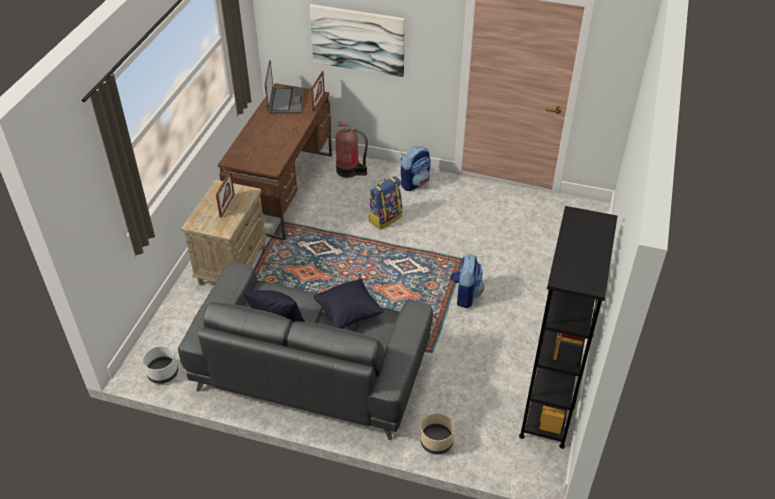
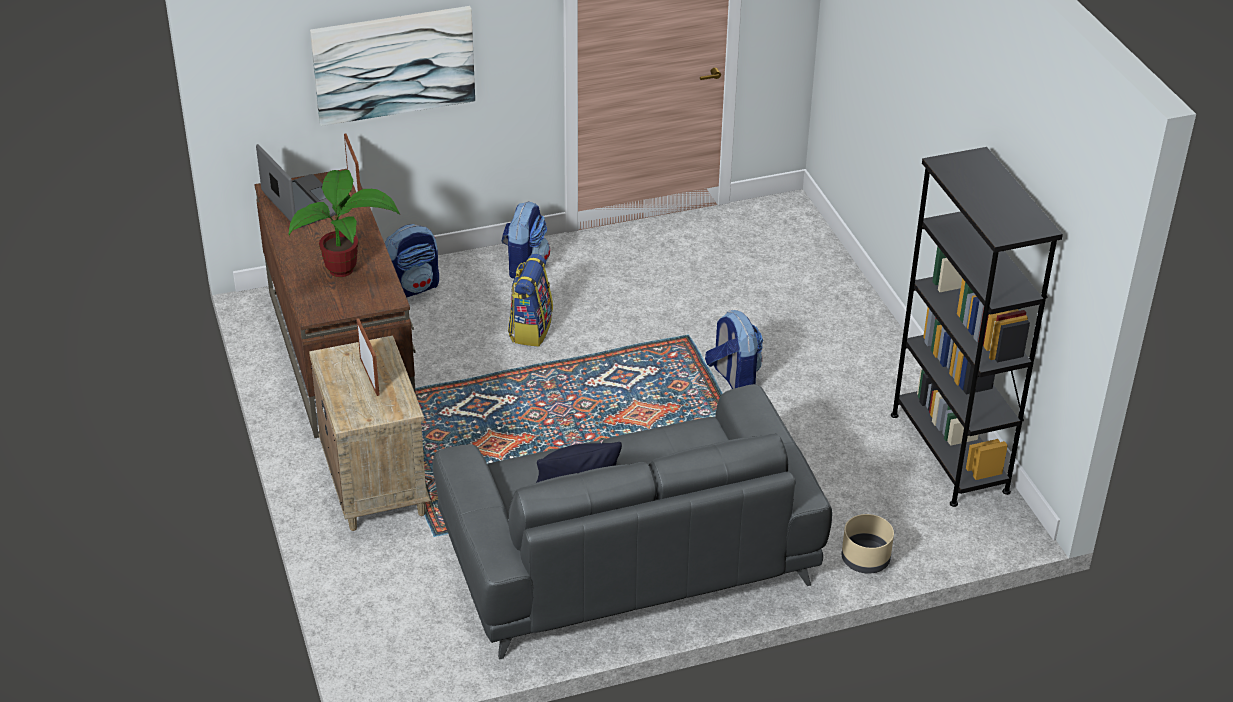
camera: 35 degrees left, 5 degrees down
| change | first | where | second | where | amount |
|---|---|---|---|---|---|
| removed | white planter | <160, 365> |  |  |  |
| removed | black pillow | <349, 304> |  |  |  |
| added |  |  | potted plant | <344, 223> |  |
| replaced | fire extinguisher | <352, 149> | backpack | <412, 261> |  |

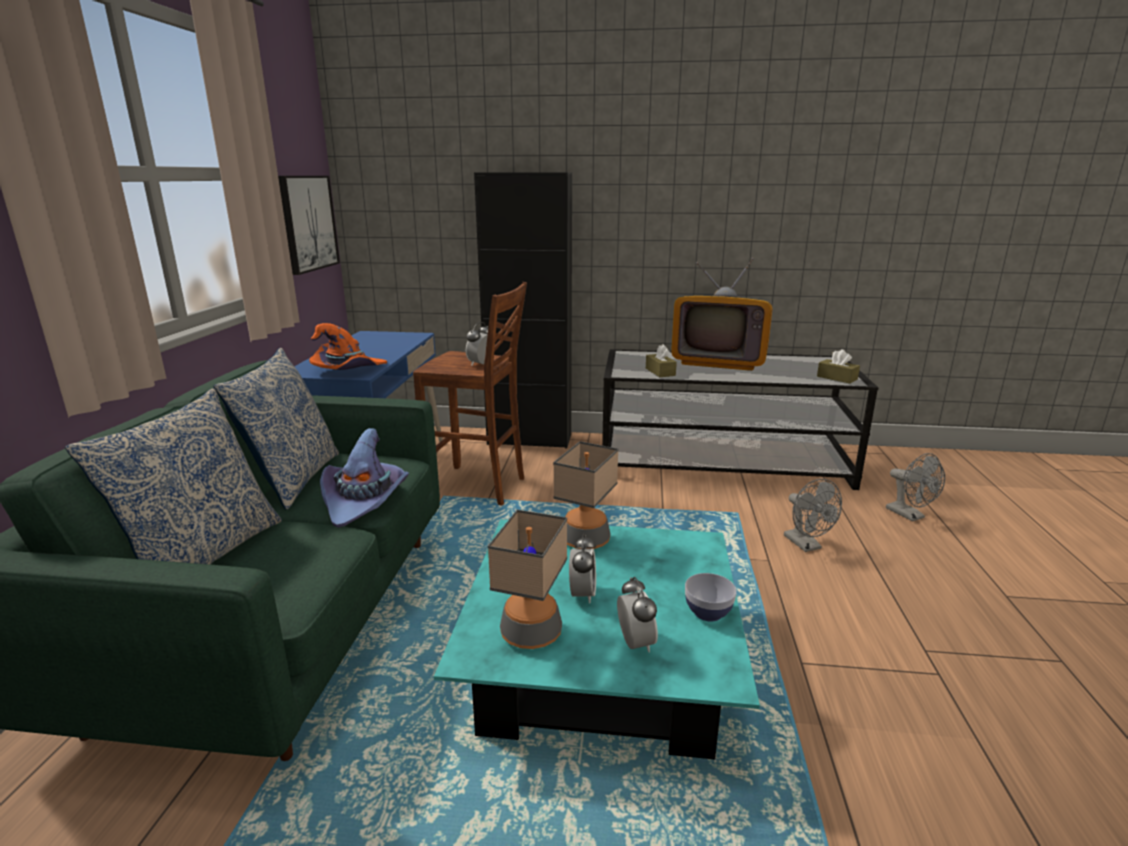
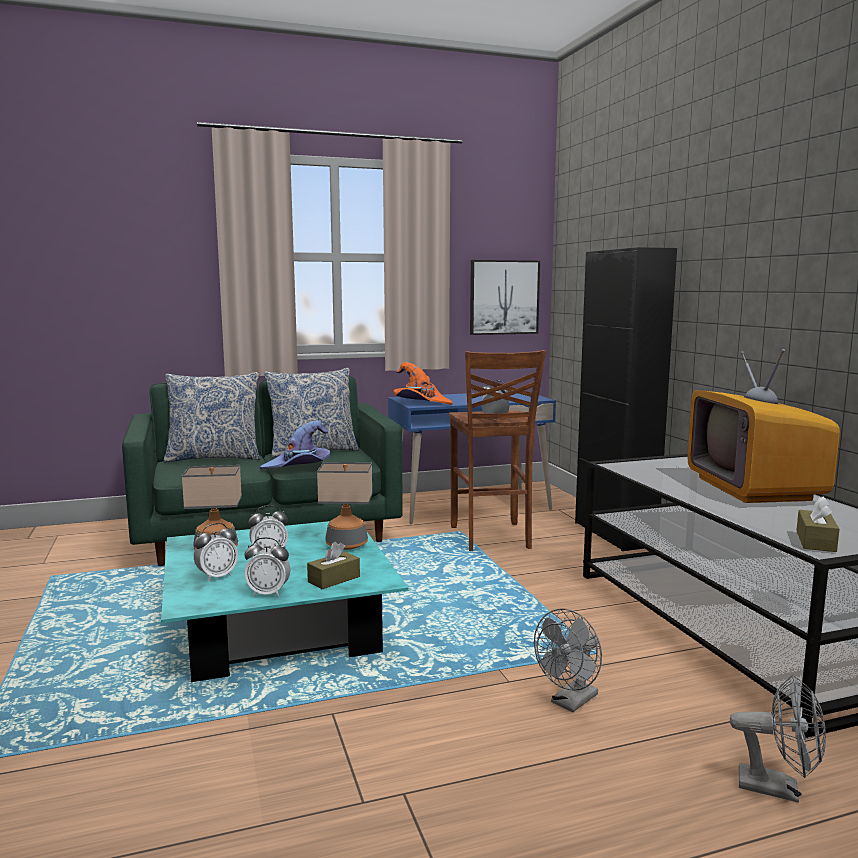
camera: 65 degrees right, 10 degrees down
| change | first | where | second | where | amount |
|---|---|---|---|---|---|
| moved | brown tissue box | <661, 361> |  | <333, 565> |  |
| replaced | bowl | <711, 597> | alarm clock | <267, 567> |  |
| turned | grey fan | <915, 487> |  | <778, 738> | 105 degrees counterclockwise |

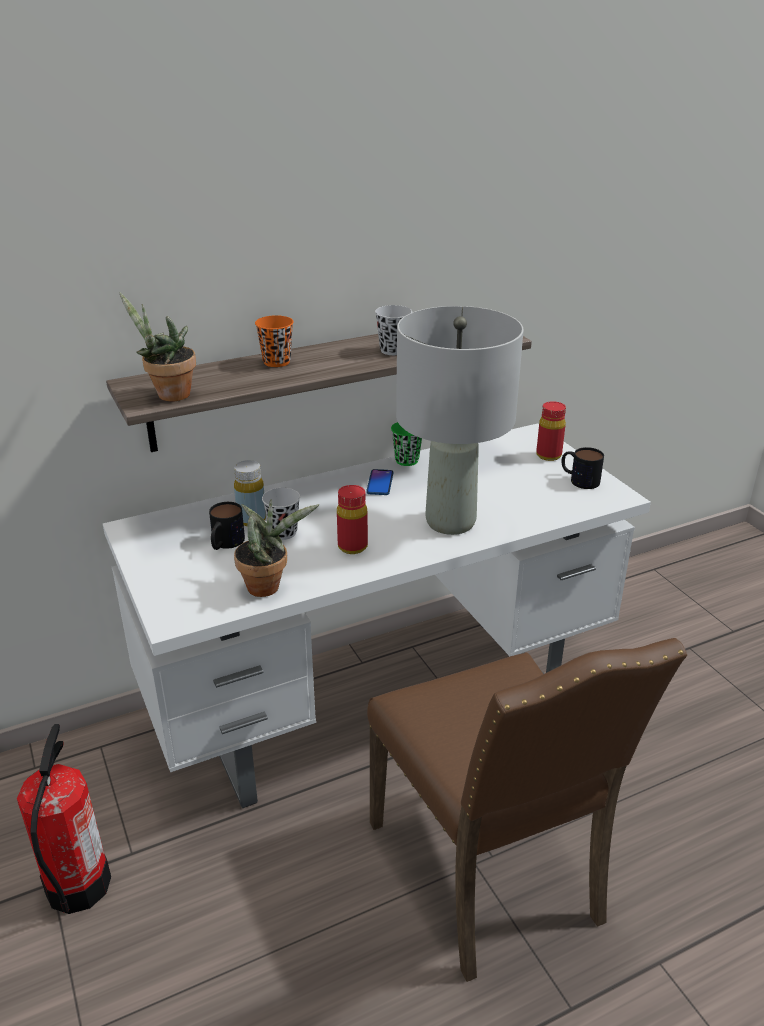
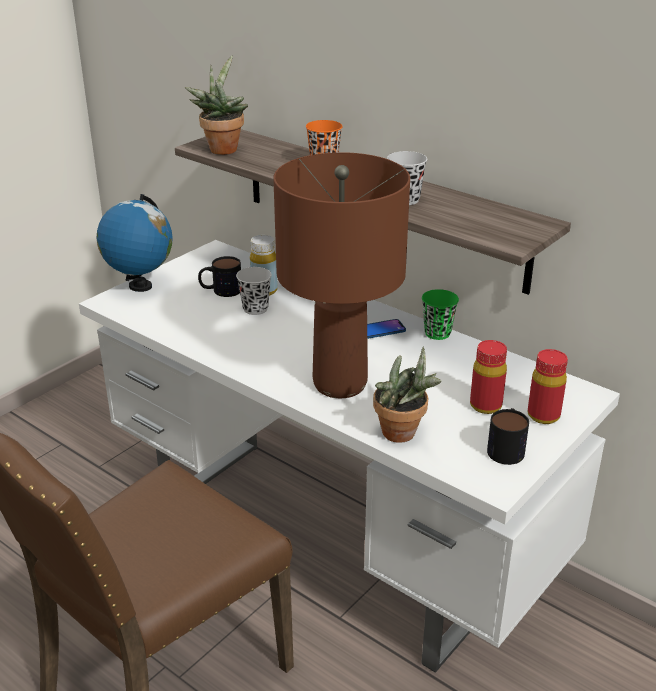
camera: 65 degrees right, 0 degrees up
| change | first | where | second | where | amount |
|---|---|---|---|---|---|
| removed | fire extinguisher | <64, 819> |  |  |  |
| added |  |  | globe | <135, 243> |  |
| moved | potted plant | <276, 548> |  | <407, 395> |  |
| moved | red bottle | <352, 519> |  | <488, 377> |  |
| recoloured | grey table lamp | <460, 420> | brown table lamp | <341, 275> |  |

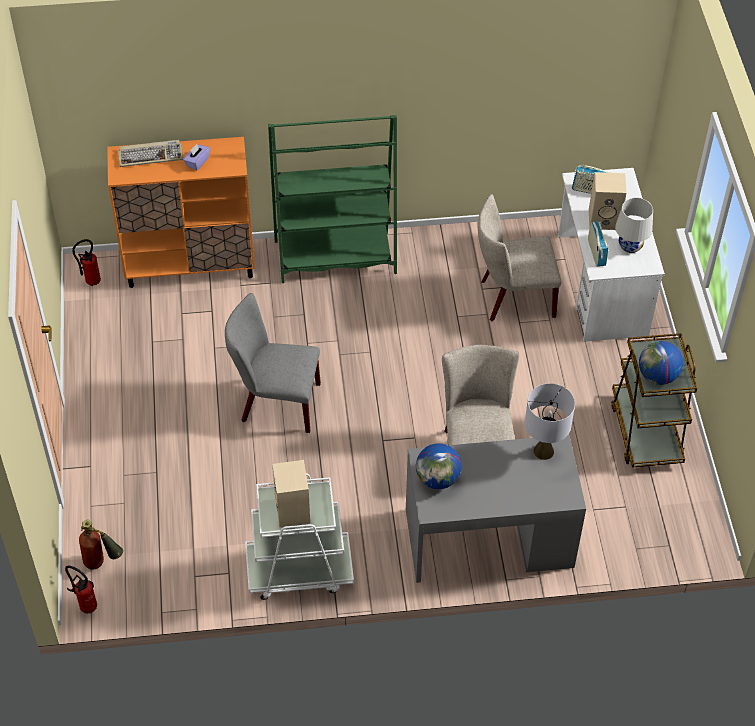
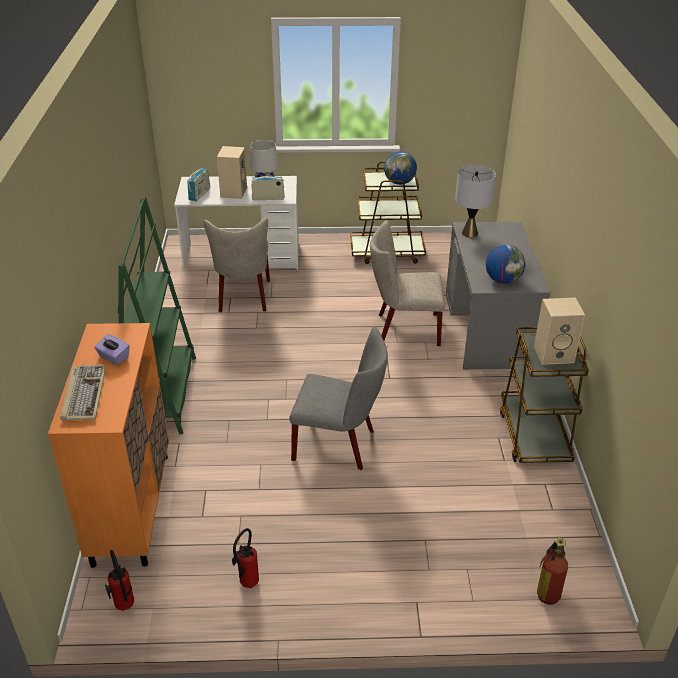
camera: 85 degrees left, 15 degrees down
| change | first | where | second | where | amount |
|---|---|---|---|---|---|
| moved | fire extinguisher | <81, 589> |  | <245, 558> |  |
| recoloured | white cart | <299, 536> | brown cart | <544, 395> |  |
| turned | grey chair | <273, 363> |  | <339, 398> | 90 degrees counterclockwise |

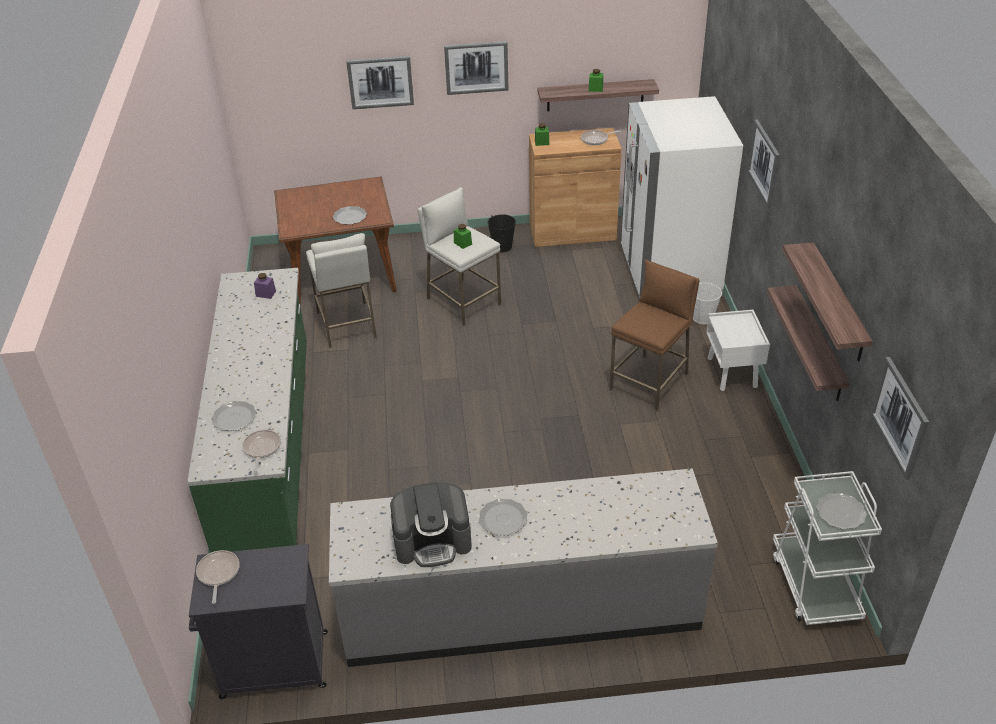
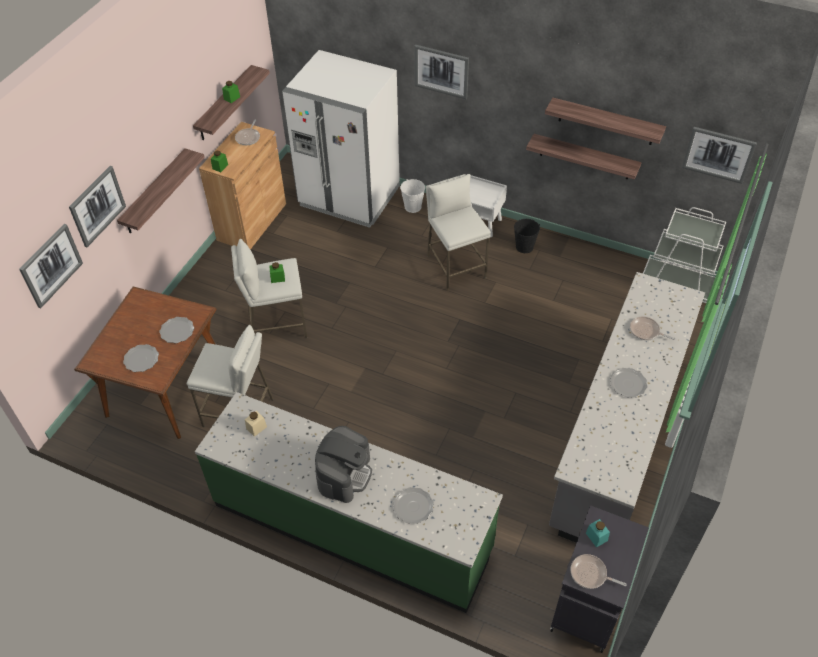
camera: 60 degrees left, 10 degrees up
| change | first | where | second | where | amount |
|---|---|---|---|---|---|
| added |  |  | shelf | <161, 190> |  |
| added |  |  | turquoise jar | <598, 533> |  |
| moved | frying pan | <261, 451> |  | <652, 328> |  |
| moved | coffee machine | <431, 524> |  | <343, 464> |  |
| moved | picture | <476, 68> |  | <51, 265> |  |
| moved | black bucket | <501, 233> |  | <527, 236> |  |
| moved | plate | <841, 511> |  | <141, 358> |  |
| recoloured | purple jar | <265, 286> | beige jar | <256, 424> |  |
| recoloured | brown stool | <655, 335> | white stool | <458, 232> |  |

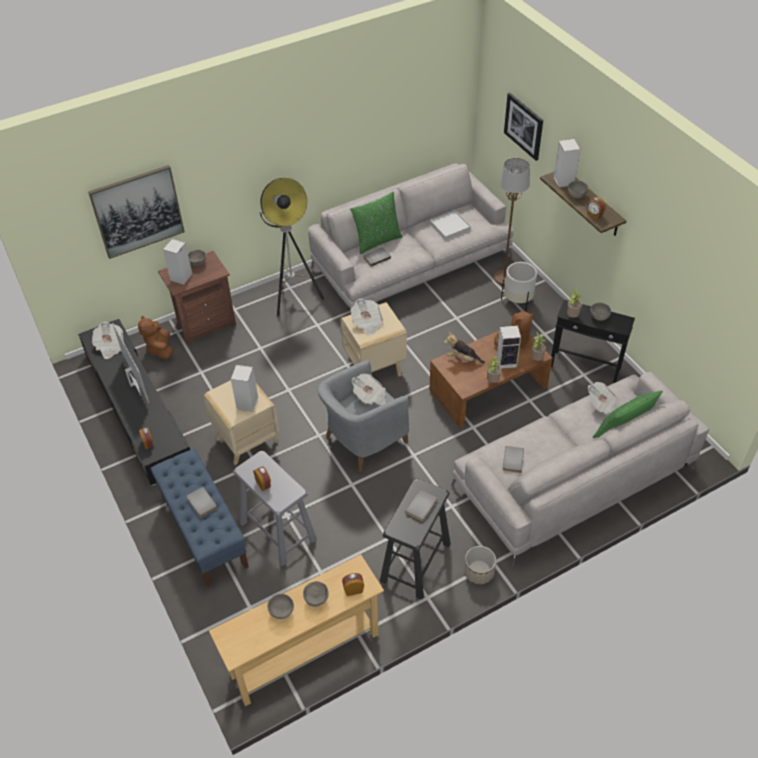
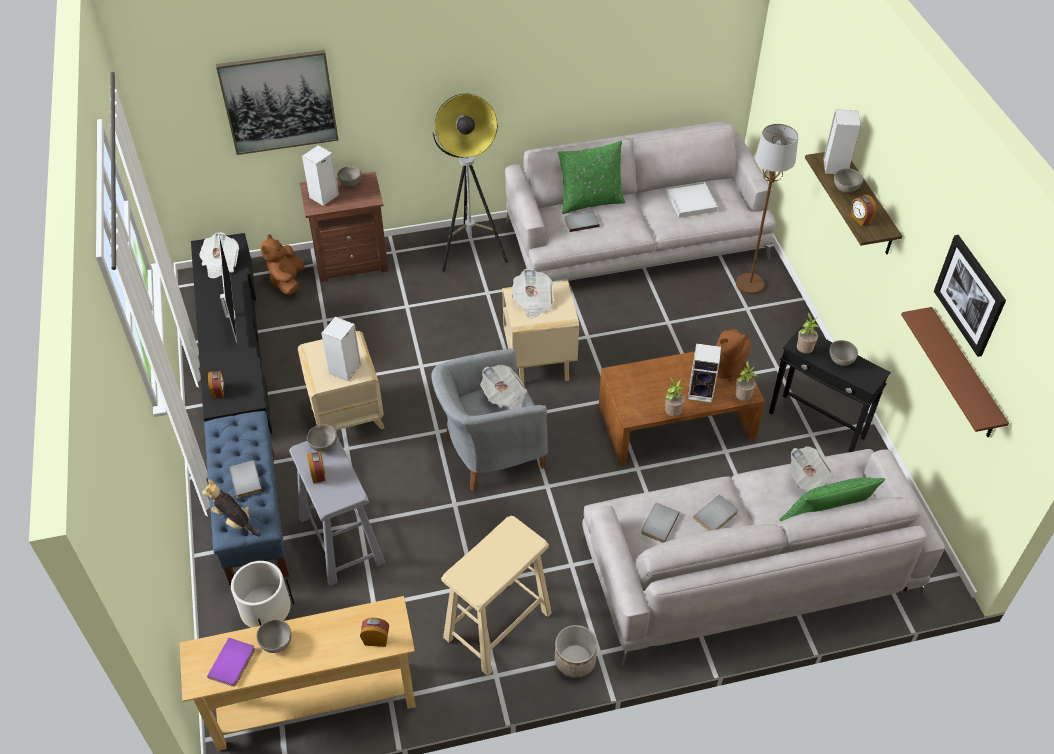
camera: 15 degrees right, 0 degrees up
| change | first | where | second | where | amount |
|---|---|---|---|---|---|
| added |  |  | purple book | <231, 662> |  |
| added |  |  | brown shelf | <955, 372> |  |
| moved | grey bowl | <316, 594> |  | <322, 438> |  |
| moved | grey book | <421, 505> |  | <715, 513> |  |
| moved | plush toy | <464, 348> |  | <231, 508> |  |
| moved | white planter | <519, 287> |  | <262, 594> |  |
| moved | picture | <523, 127> |  | <970, 296> |  |
| recoloured | black stool | <415, 539> | beige stool | <496, 596> |  |

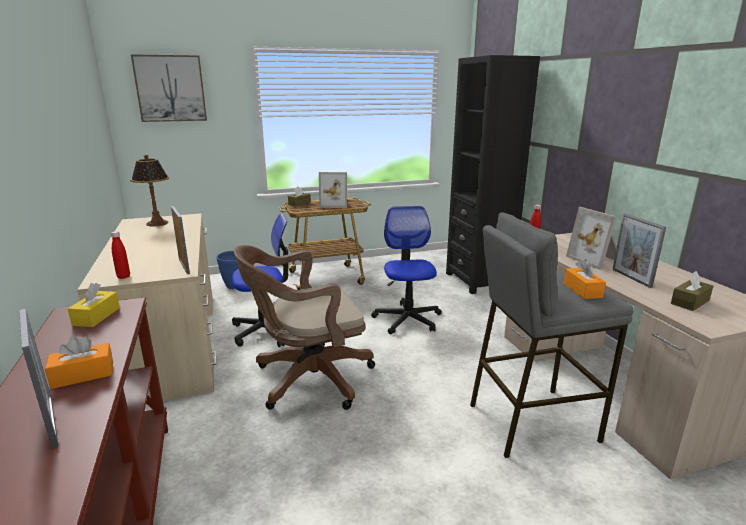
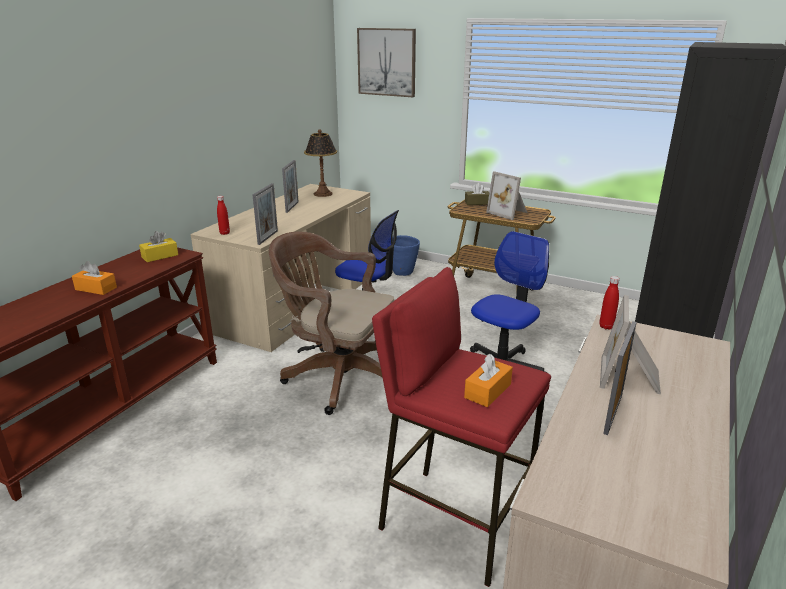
camera: 45 degrees right, 5 degrees up
| change | first | where | second | where | amount |
|---|---|---|---|---|---|
| removed | brown tissue box | <692, 291> |  |  |  |
| moved | picture frame | <39, 378> |  | <290, 186> |  |
| recoloured | grey stool | <552, 335> | red stool | <461, 427> |  |

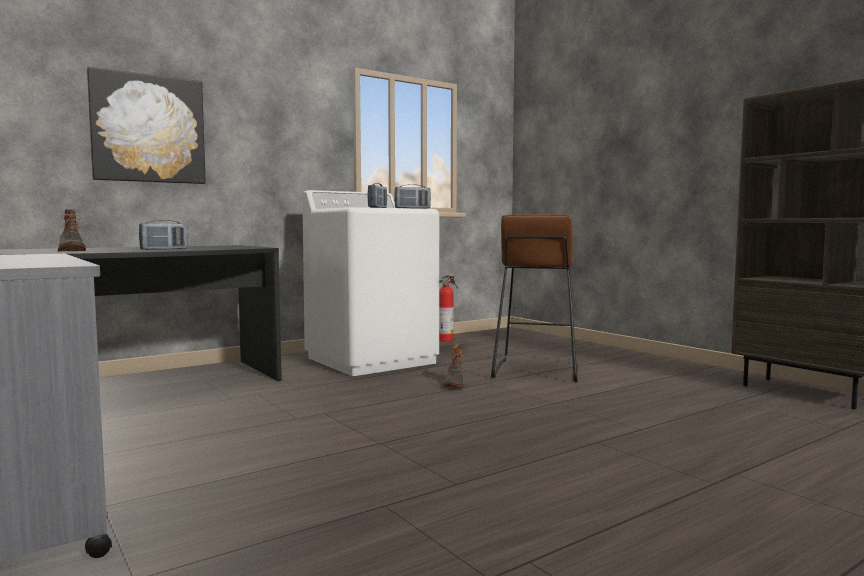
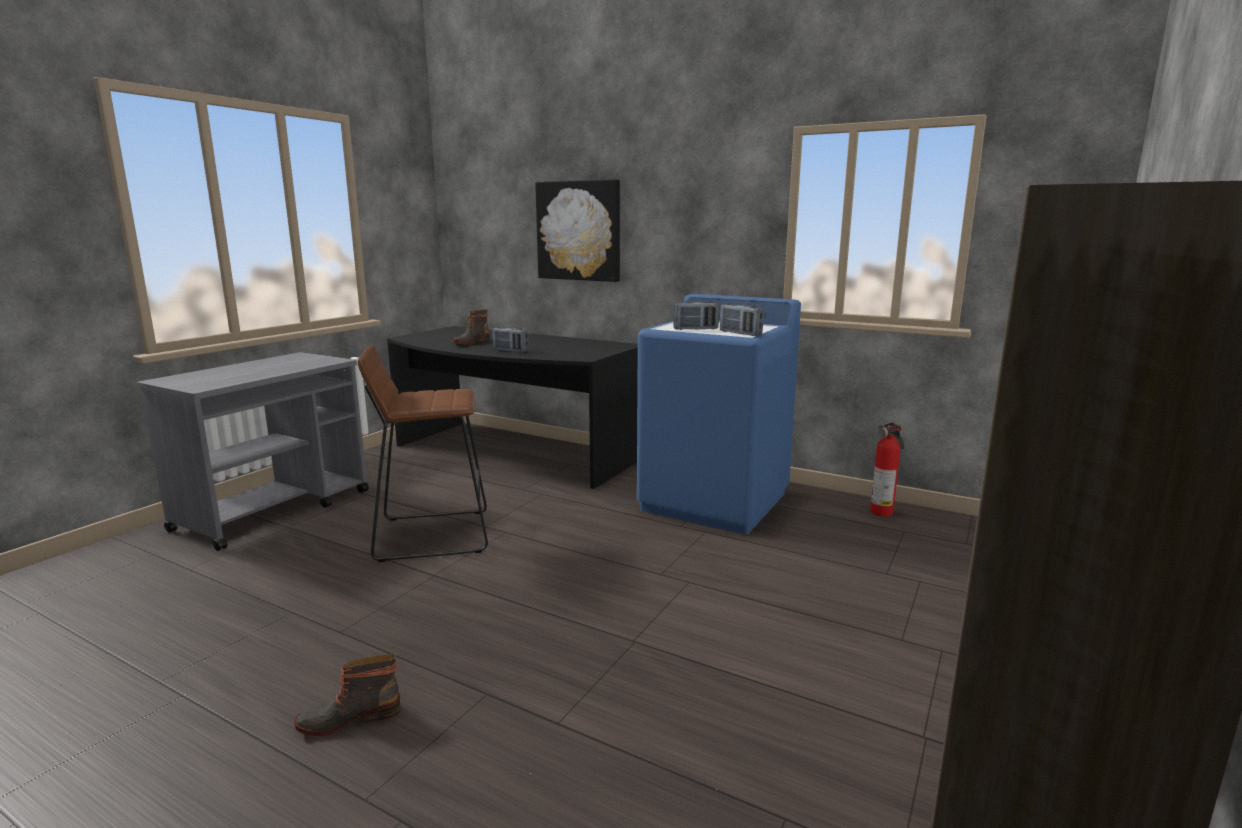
camera: 65 degrees right, 10 degrees up
| change | first | where | second | where | amount |
|---|---|---|---|---|---|
| moved | boot | <453, 366> |  | <347, 695> |  |
| moved | brown stool | <534, 298> |  | <422, 453> |  |
| recoloured | white washing machine | <370, 283> | blue washing machine | <719, 414> |  |

